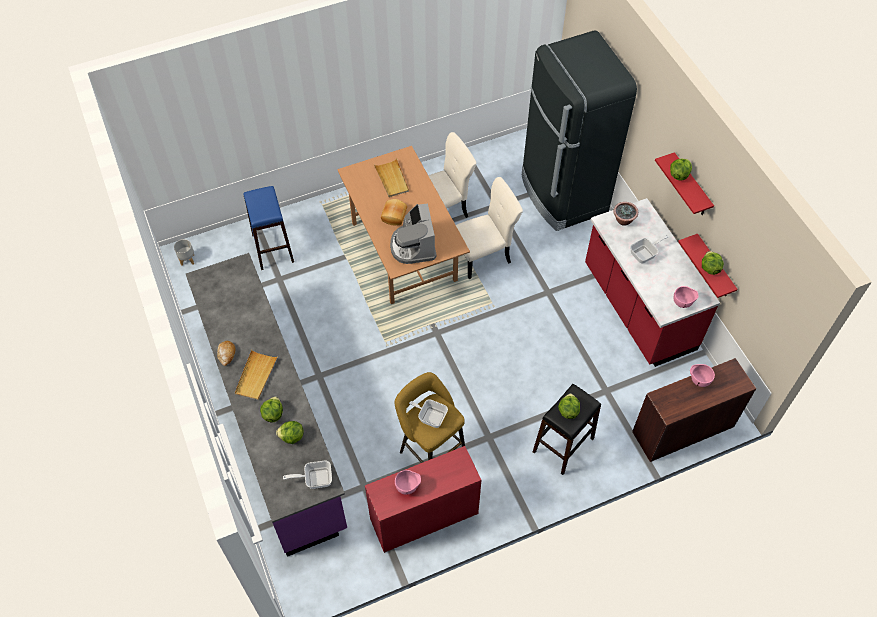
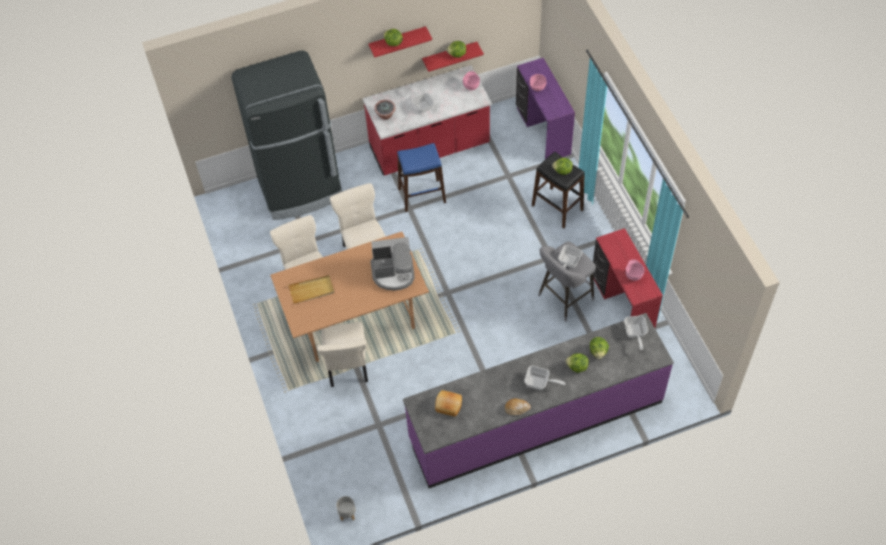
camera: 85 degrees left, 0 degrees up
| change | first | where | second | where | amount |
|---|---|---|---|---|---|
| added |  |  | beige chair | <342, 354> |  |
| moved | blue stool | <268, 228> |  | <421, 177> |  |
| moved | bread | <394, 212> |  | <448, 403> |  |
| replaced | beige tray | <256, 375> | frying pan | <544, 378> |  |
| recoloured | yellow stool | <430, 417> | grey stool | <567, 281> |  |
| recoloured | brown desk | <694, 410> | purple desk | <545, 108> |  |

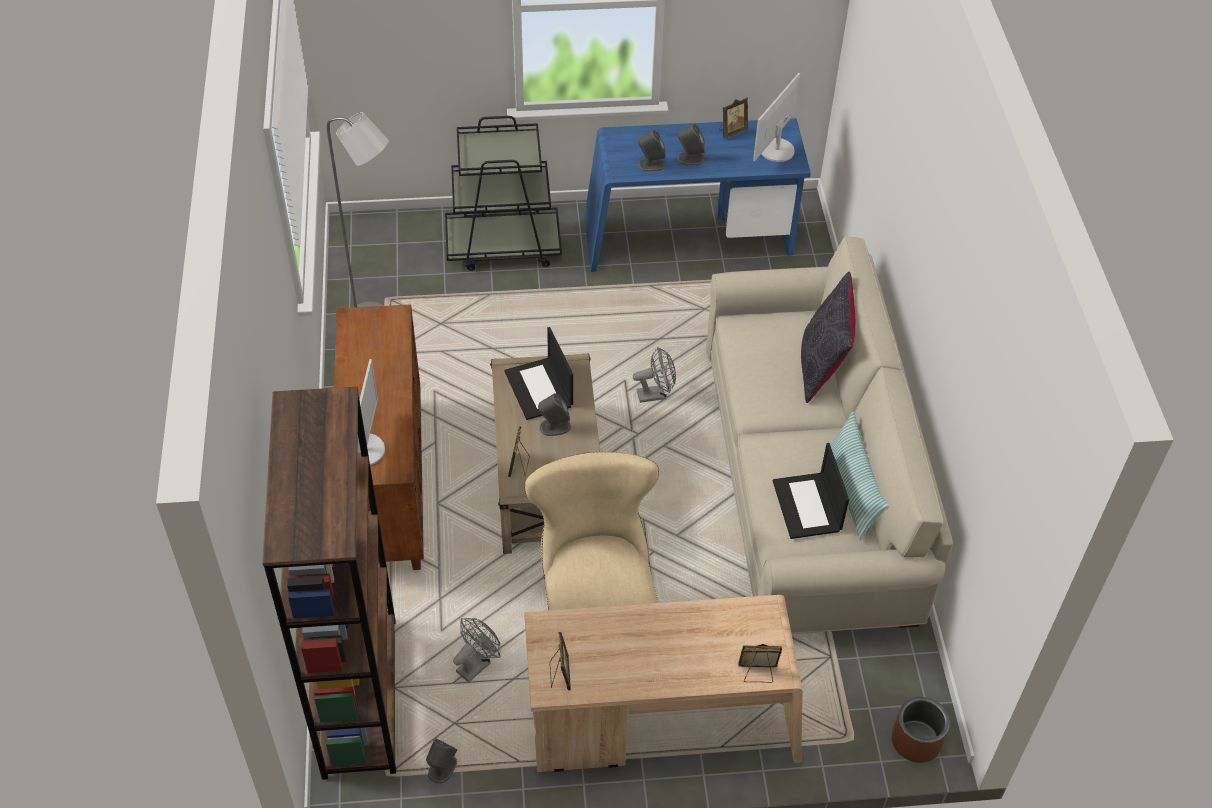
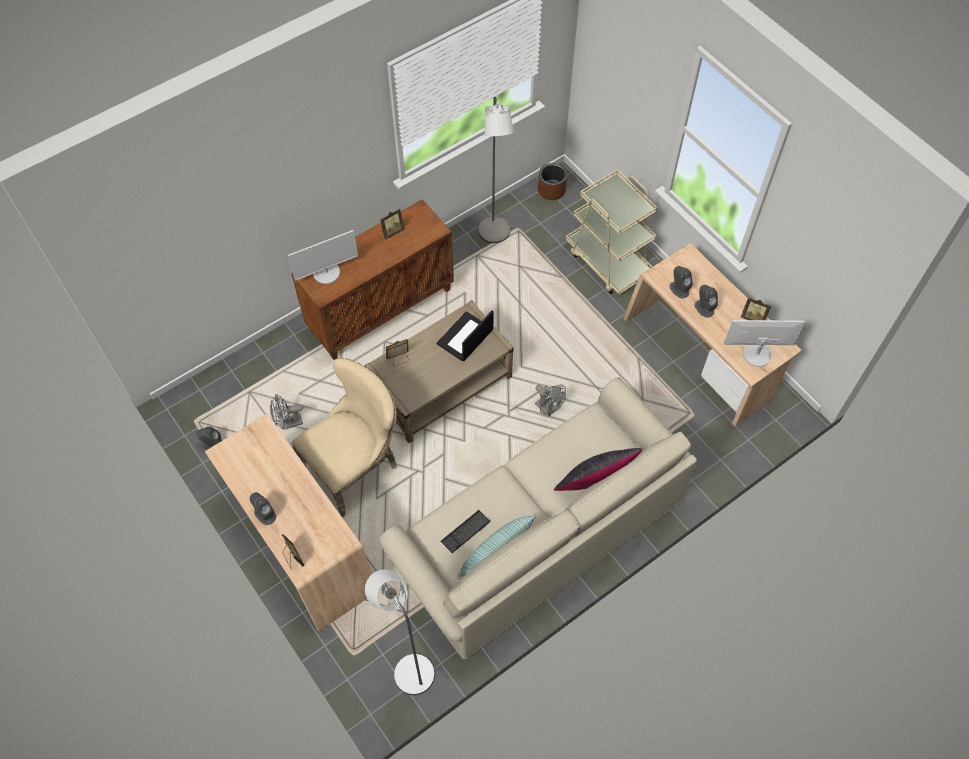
camera: 60 degrees right, 10 degrees up
| change | first | where | second | where | amount |
|---|---|---|---|---|---|
| removed | brown bookcase | <329, 583> |  |  |  |
| added |  |  | grey floor lamp | <400, 632> |  |
| moved | grey speaker | <554, 414> |  | <263, 508> |  |
| moved | picture frame | <560, 661> |  | <392, 224> |  |
| moved | brown planter | <921, 730> |  | <552, 181> |  |
| replaced | laptop | <811, 491> | keyboard | <465, 531> |  |
| recoloured | black cart | <503, 193> | beige cart | <612, 232> |  |
| recoloured | blue desk | <697, 195> | beige desk | <712, 335> |  |
| turned | grey fan | <476, 650> |  | <286, 412> | 150 degrees clockwise |

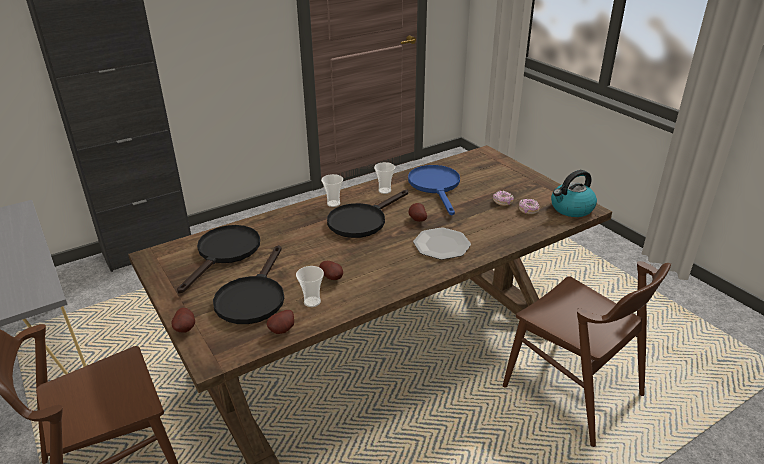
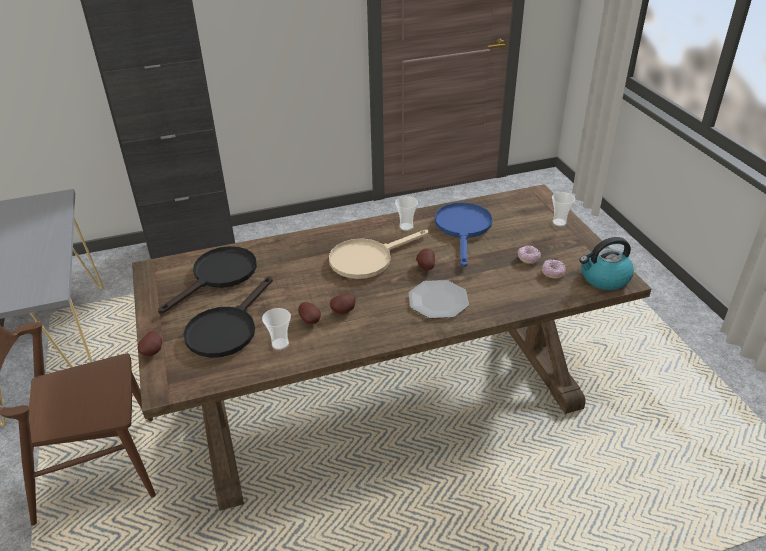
camera: 15 degrees right, 5 degrees up
| change | first | where | second | where | amount |
|---|---|---|---|---|---|
| removed | brown chair | <587, 354> |  |  |  |
| moved | potato | <280, 322> |  | <343, 303> |  |
| moved | cup | <332, 190> |  | <563, 209> |  |
| recoloured | black frying pan | <367, 214> | beige frying pan | <378, 254> |  |

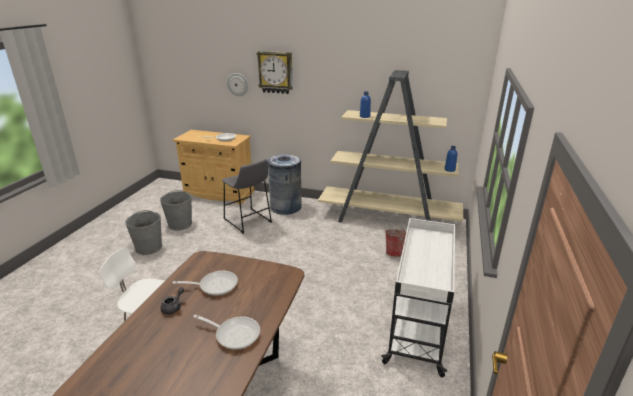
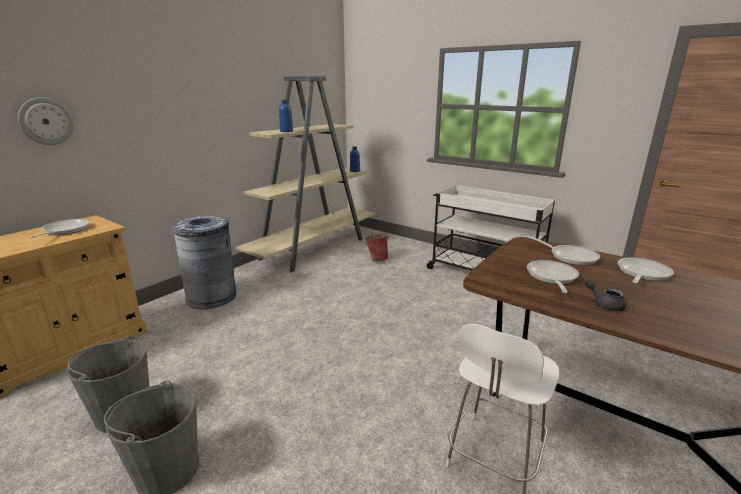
camera: 70 degrees left, 5 degrees down
| change | first | where | second | where | amount |
|---|---|---|---|---|---|
| removed | grey stool | <247, 196> |  |  |  |
| removed | wall clock | <275, 72> |  |  |  |
| added |  |  | frying pan | <563, 250> |  |

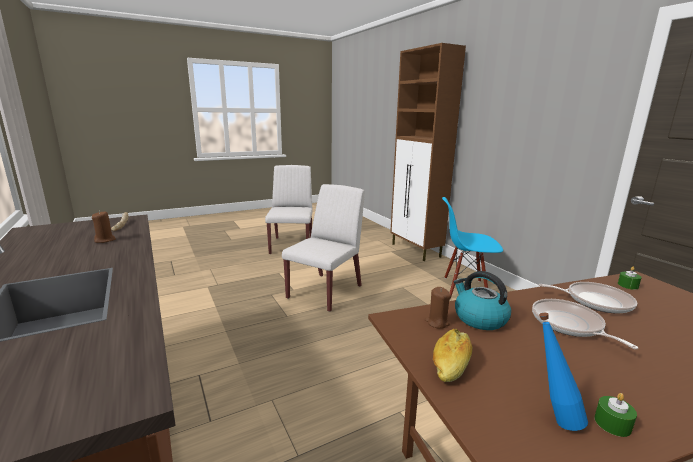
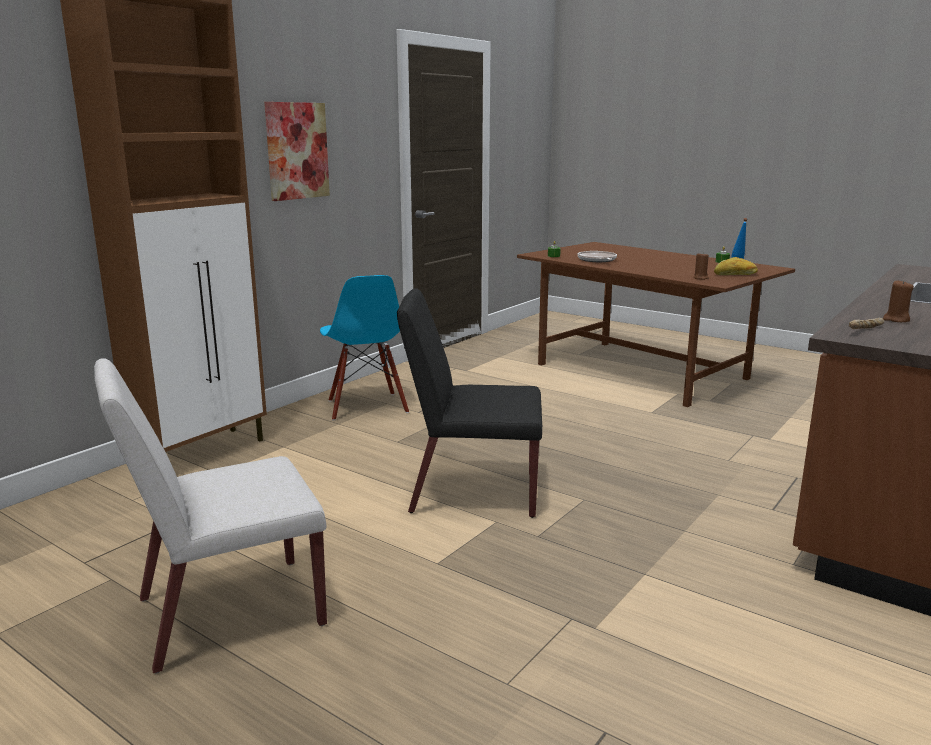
camera: 115 degrees left, 0 degrees up
| change | first | where | second | where | amount |
|---|---|---|---|---|---|
| removed | kettle | <482, 300> |  |  |  |
| removed | frying pan | <585, 324> |  |  |  |
| added |  |  | picture | <297, 151> |  |
| recoloured | white chair | <323, 248> | black chair | <469, 403> |  |

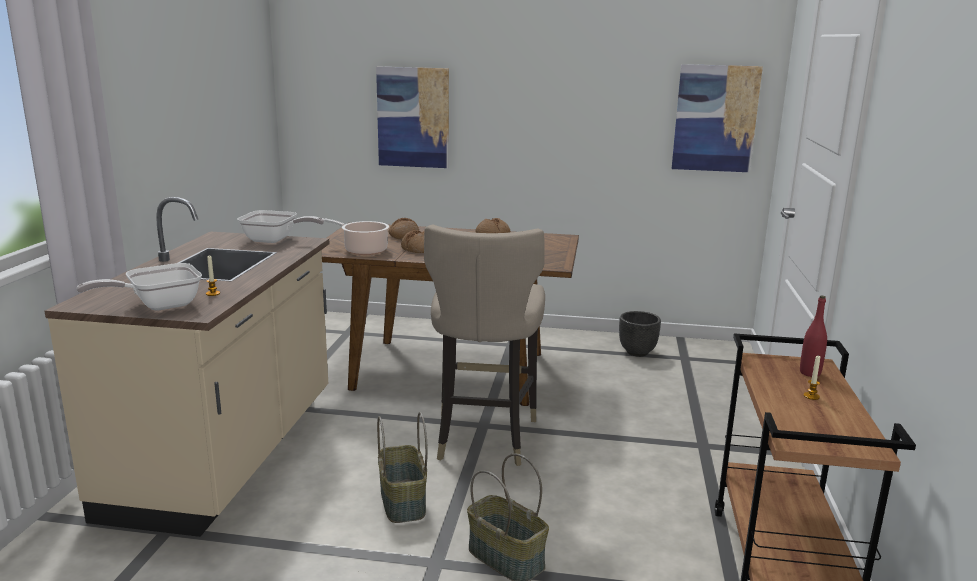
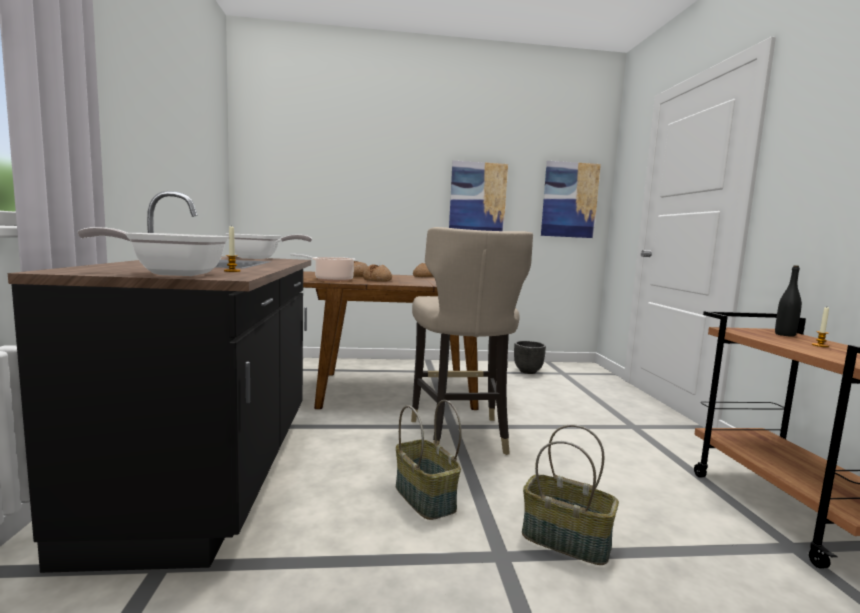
camera: 15 degrees left, 10 degrees down
| change | first | where | second | where | amount |
|---|---|---|---|---|---|
| moved | picture | <412, 117> |  | <478, 196> |  |
| recoloured | beige counter | <187, 367> | black counter | <159, 382> |  |
| recoloured | red bottle | <813, 336> | black bottle | <788, 301> |  |
| turned | frying pan | <139, 286> |  | <153, 251> | 45 degrees clockwise |

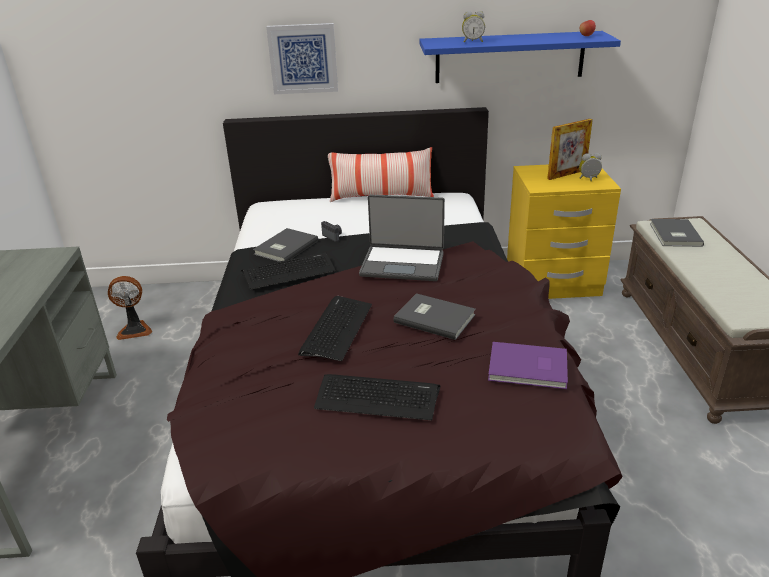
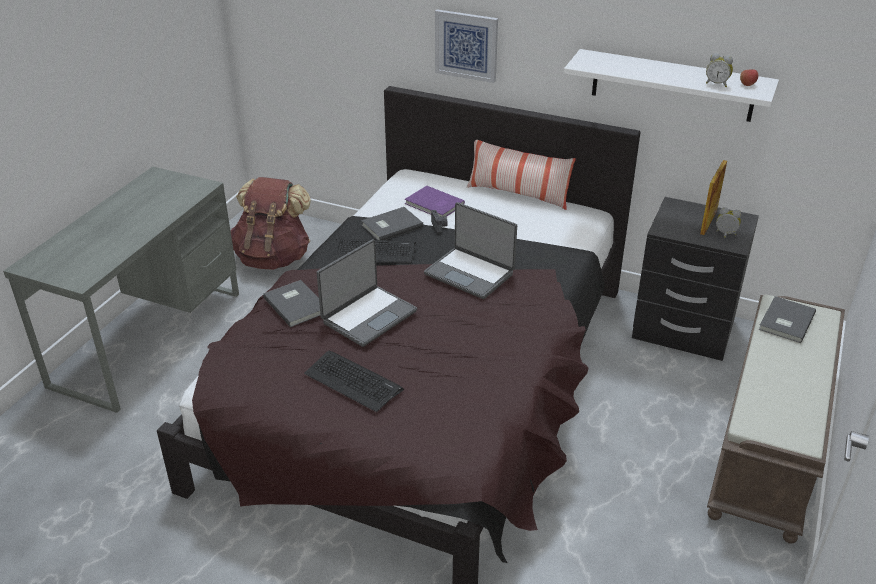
camera: 25 degrees right, 5 degrees up
| change | first | where | second | where | amount |
|---|---|---|---|---|---|
| moved | grey book | <434, 316> |  | <292, 303> |  |
| moved | alarm clock | <473, 27> |  | <719, 70> |  |
| moved | purple book | <528, 365> |  | <434, 201> |  |
| replaced | fan | <130, 308> | brown backpack | <271, 223> |  |
| replaced | keyboard | <335, 328> | laptop | <367, 293> |  |
| recoloured | blue shelf | <520, 57> | white shelf | <671, 85> |  |
| recoloured | yellow nightstand | <564, 231> | black nightstand | <695, 279> |  |
| turned | picture frame | <570, 149> |  | <713, 197> | 120 degrees clockwise |

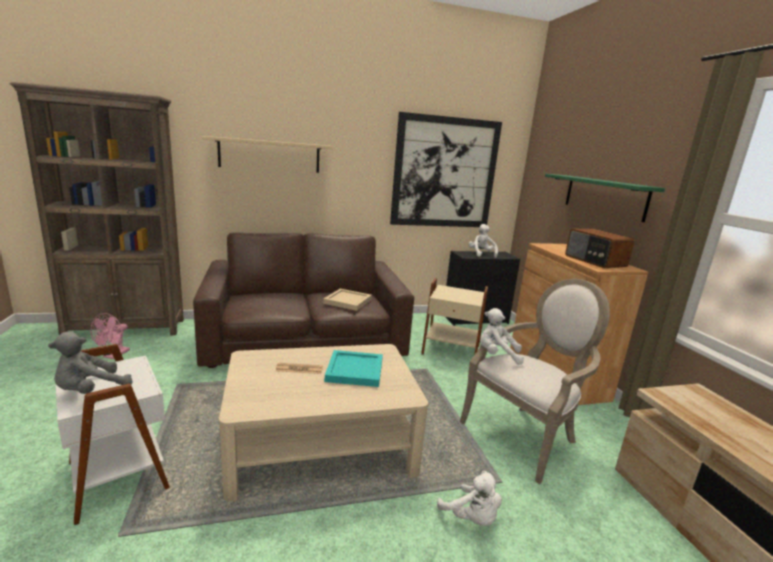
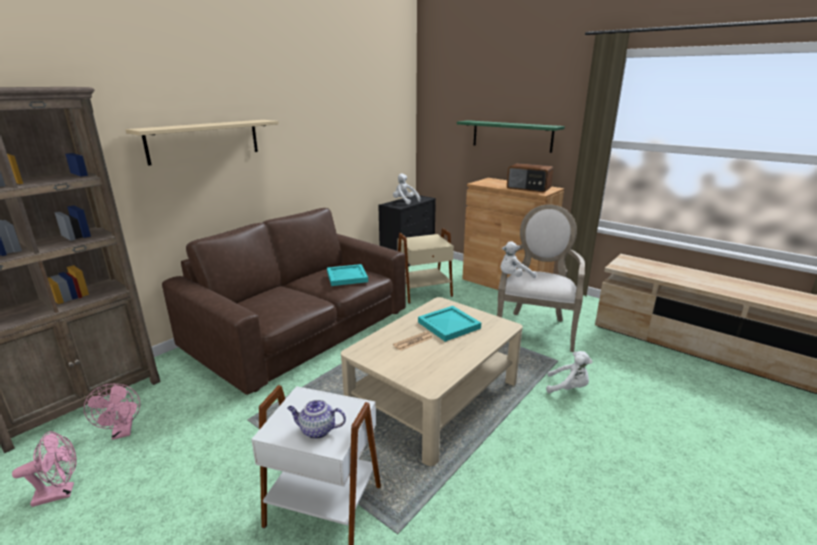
camera: 35 degrees left, 5 degrees up
| change | first | where | second | where | amount |
|---|---|---|---|---|---|
| removed | picture | <446, 169> |  |  |  |
| added |  |  | pink fan | <44, 469> |  |
| replaced | grey plush toy | <90, 363> | teapot | <316, 419> |  |
| recoloured | beige tray | <347, 300> | turquoise tray | <347, 275> |  |

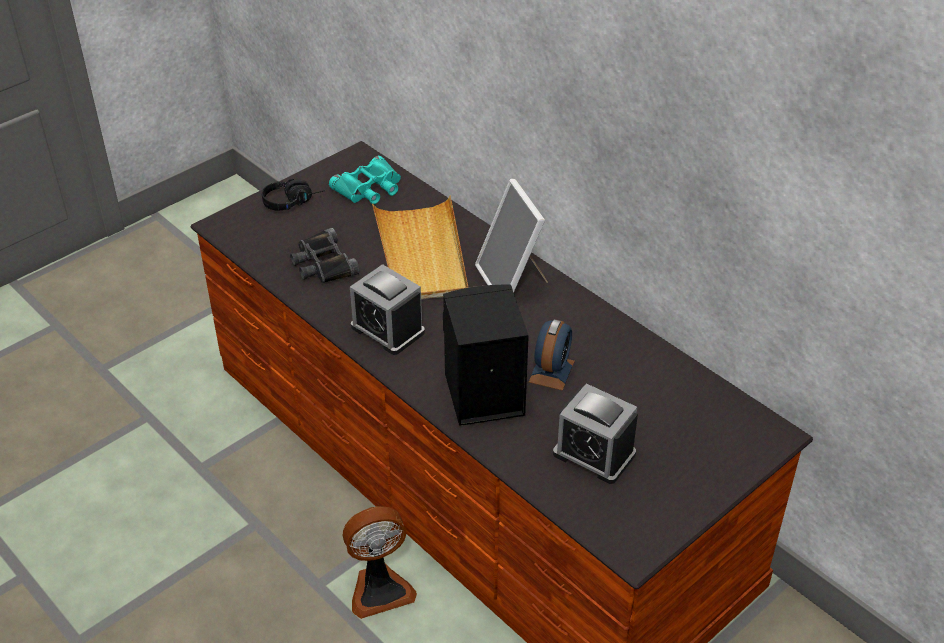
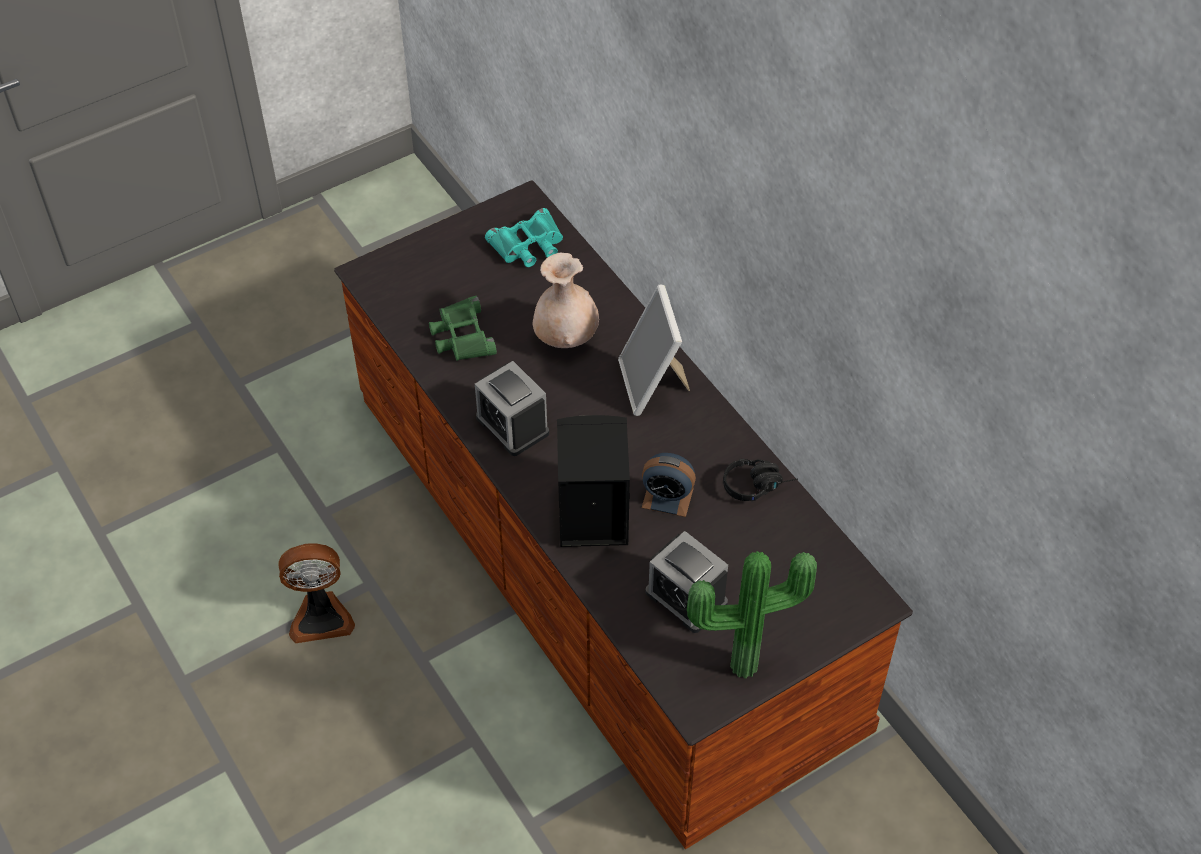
camera: 10 degrees right, 10 degrees up
| change | first | where | second | where | amount |
|---|---|---|---|---|---|
| added |  |  | potted plant | <752, 615> |  |
| moved | black headphones | <293, 194> |  | <760, 480> |  |
| moved | fan | <380, 562> |  | <316, 593> |  |
| replaced | beige tray | <420, 248> | beige vase | <566, 300> |  |
| recoloured | black binoculars | <325, 255> | green binoculars | <463, 328> |  |
| turned | alarm clock | <552, 355> |  | <669, 485> | 75 degrees clockwise |

